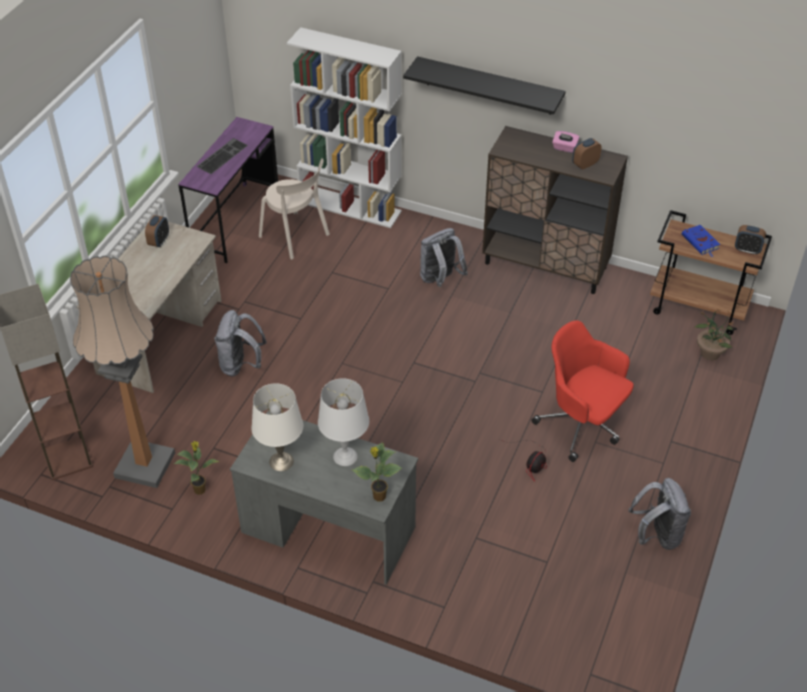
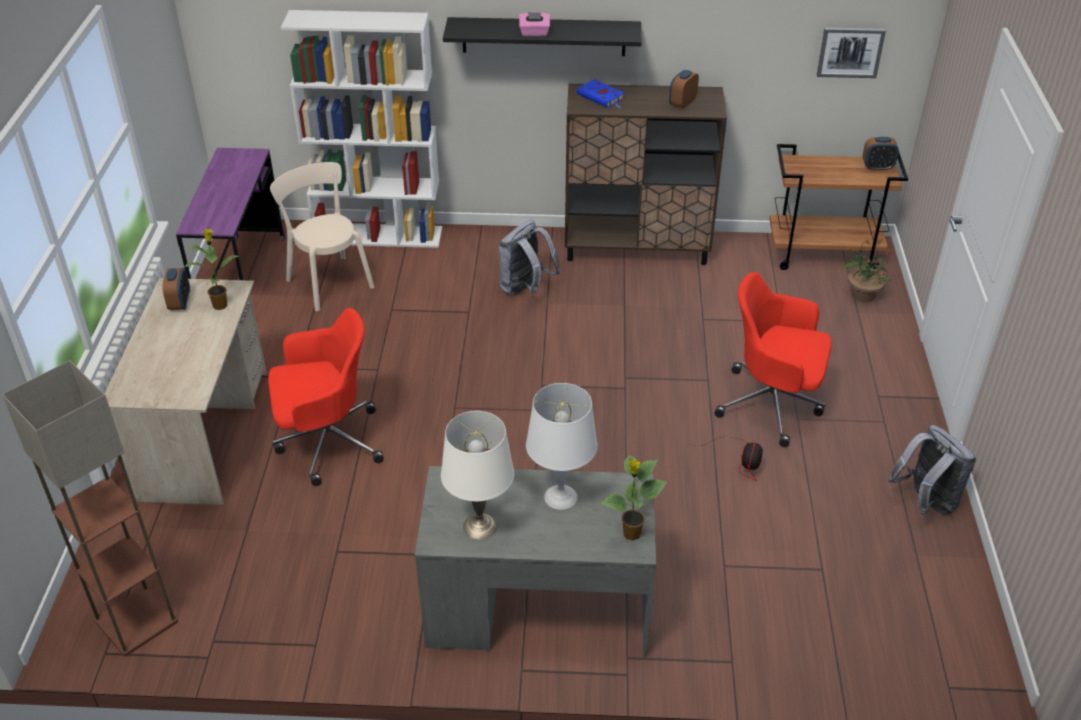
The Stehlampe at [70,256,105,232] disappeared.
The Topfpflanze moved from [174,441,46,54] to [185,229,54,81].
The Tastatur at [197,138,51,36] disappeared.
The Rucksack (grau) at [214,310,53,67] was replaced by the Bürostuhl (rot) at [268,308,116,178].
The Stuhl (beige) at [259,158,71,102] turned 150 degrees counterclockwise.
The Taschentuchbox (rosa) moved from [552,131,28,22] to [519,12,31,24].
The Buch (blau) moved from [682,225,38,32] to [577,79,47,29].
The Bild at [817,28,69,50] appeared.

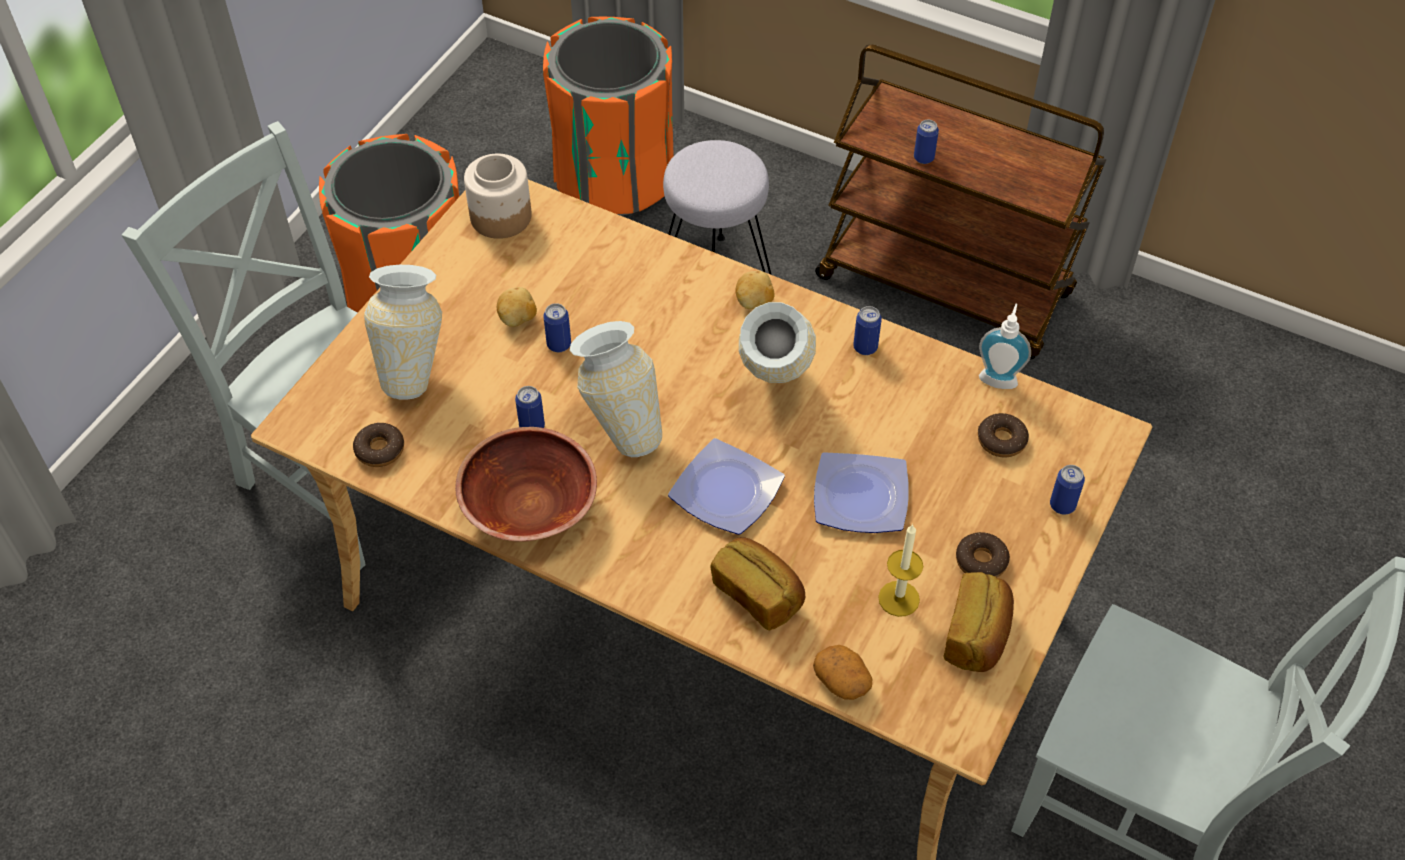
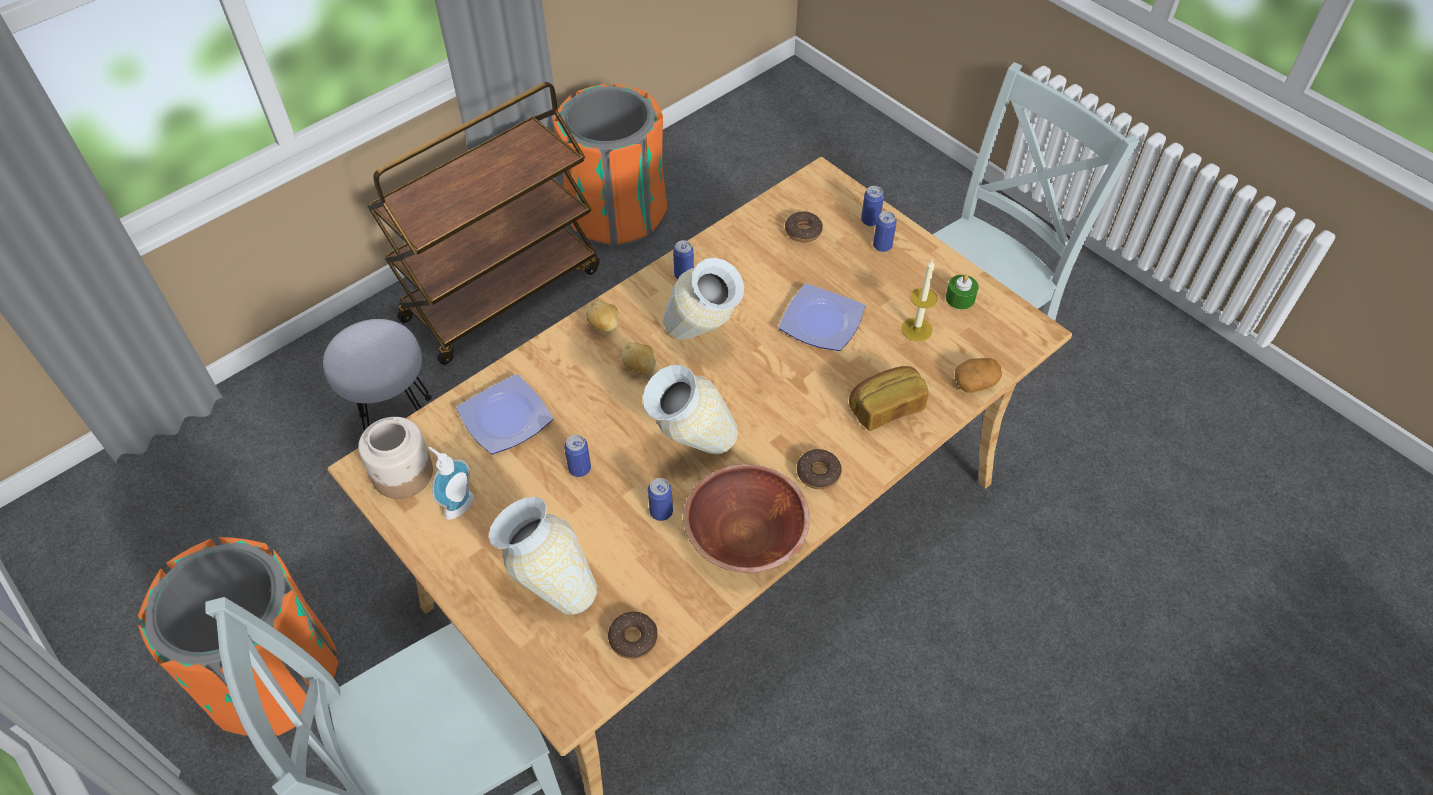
The Kartoffel moved from [497,287,40,40] to [621,342,35,32].
The Mülleimer (orange) moved from [543,17,131,199] to [553,84,114,162].
The Teller moved from [668,438,117,97] to [456,374,97,80].
The Dose moved from [914,120,25,44] to [873,211,24,41].
The Brot at [944,572,70,100] was replaced by the Kerze (grün) at [946,274,33,36].
The Donut moved from [956,532,54,46] to [797,449,45,40].
The Seifenspender moved from [979,304,52,85] to [429,447,45,73].

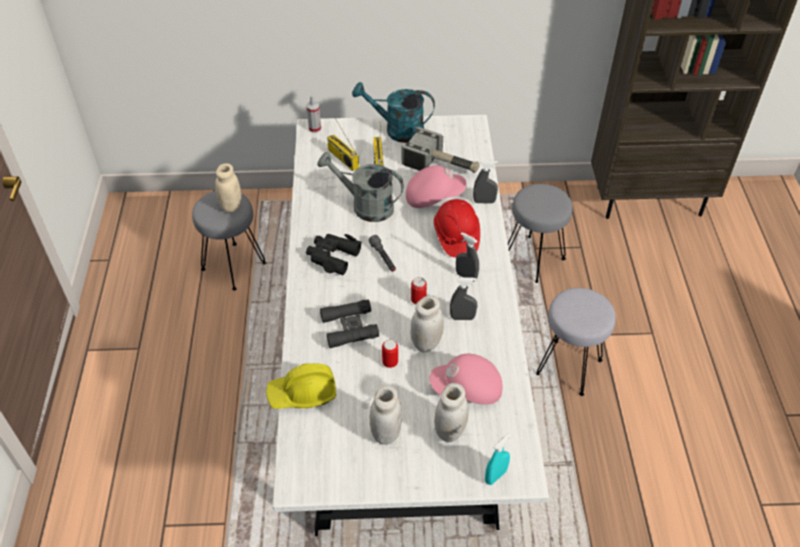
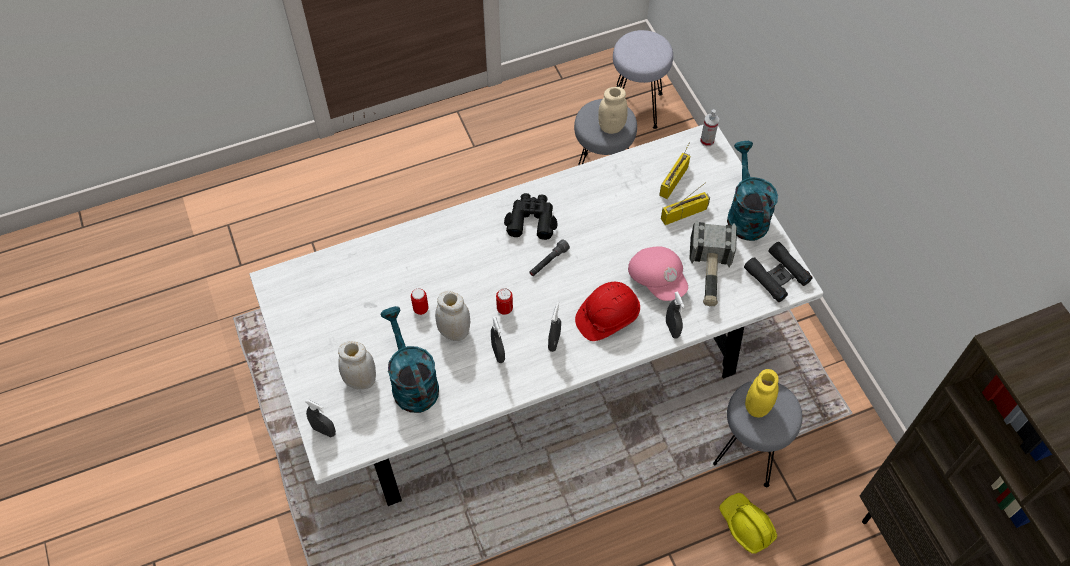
The Schutzhelm (gelb) moved from [266,363,70,46] to [719,493,58,61].
The Gießkanne (grau) at [317,152,87,70] disappeared.
The Fernglas (schwarz) moved from [320,300,59,48] to [744,242,69,60].
The Vorratsglas (weiß) at [370,385,32,60] disappeared.
The Kappe (rosa) at [430,354,73,51] was replaced by the Gießkanne (türkis) at [381,306,58,107].
The Sprühflasche (türkis) at [485,433,26,52] became the Sprühflasche (grau) at [305,399,31,39].
The Hocker (grau) moved from [536,288,80,108] to [613,30,60,99].
The Vorratsglas (gelb) at [745,369,34,48] appeared.

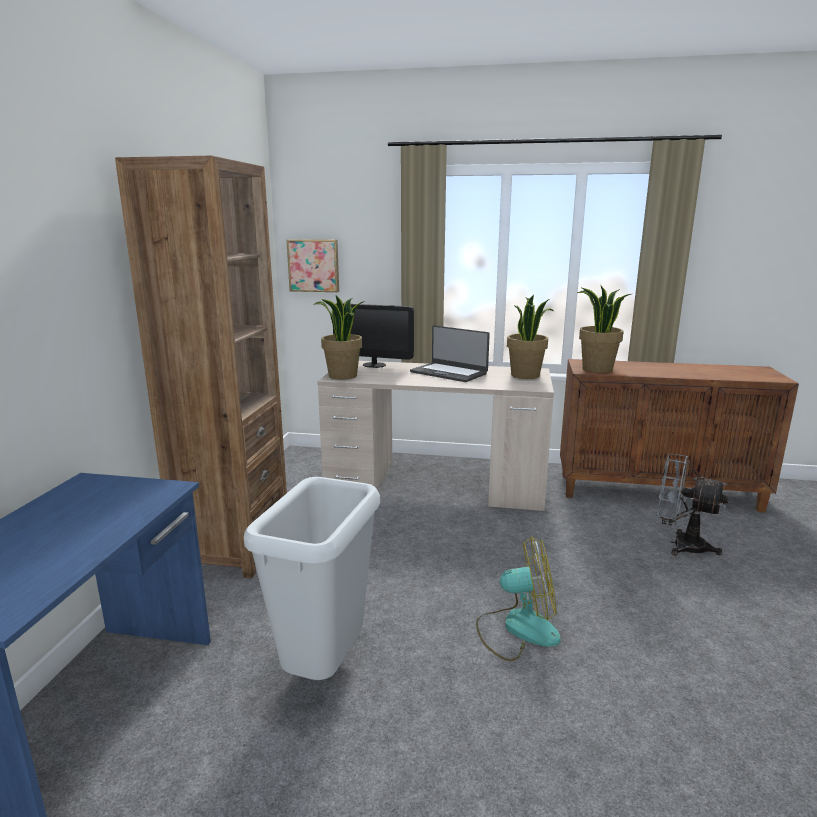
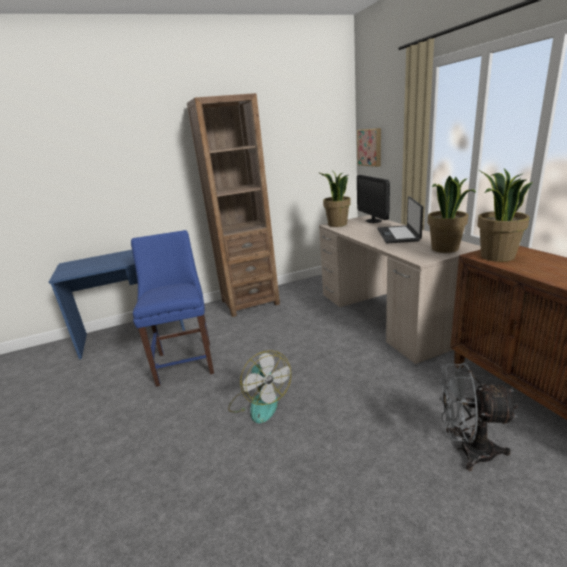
The Mülleimer (grau) at [244,477,136,203] was replaced by the Stuhl (blau) at [131,230,83,157].
The Ventilator (grau) at [657,453,72,103] turned 75 degrees counterclockwise.

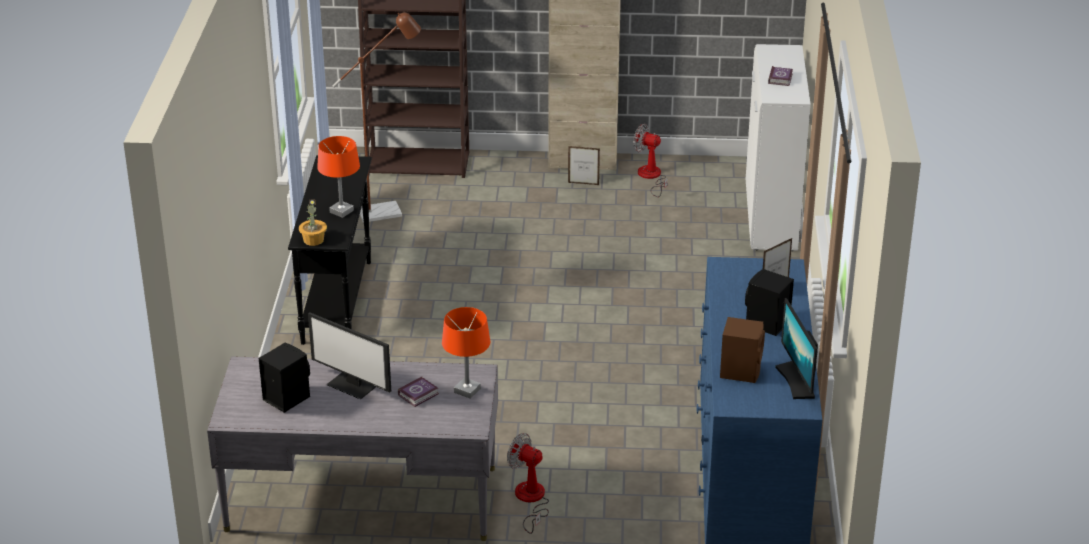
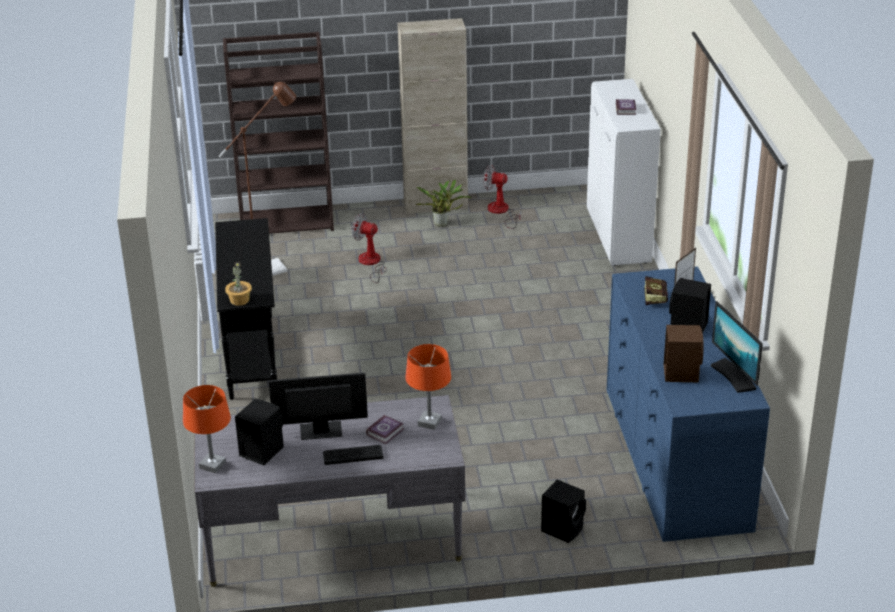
The Monitor at [308,312,83,88] turned 150 degrees clockwise.
The Tischlampe (orange) moved from [317,136,43,82] to [183,385,48,89].
The Ventilator moved from [507,433,42,101] to [352,213,35,70].
The Bilderrahmen at [568,146,32,39] was replaced by the Topfpflanze at [416,180,57,47].
The Tastatur at [323,445,61,20] appeared.
The Lautsprecher (schwarz) at [541,480,45,63] appeared.
The Buch at [644,276,24,29] appeared.

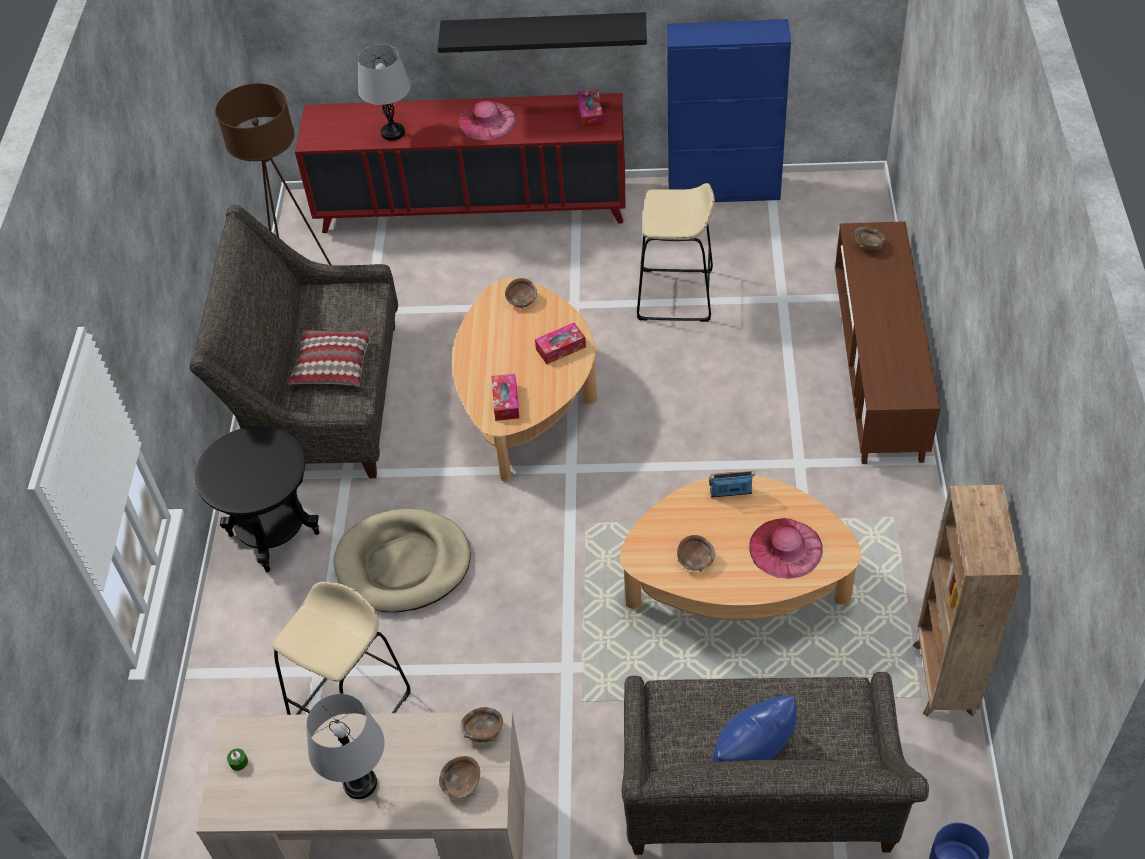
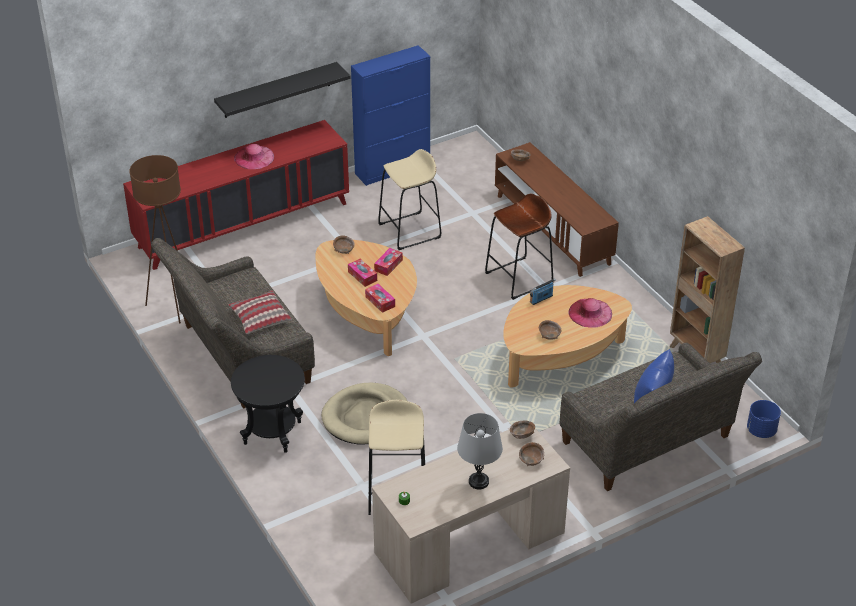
The Tischlampe (grau) at [358,44,53,97] disappeared.
The Taschentuchbox moved from [577,90,26,39] to [348,259,29,28].
The Hocker (braun) at [485,194,68,106] appeared.

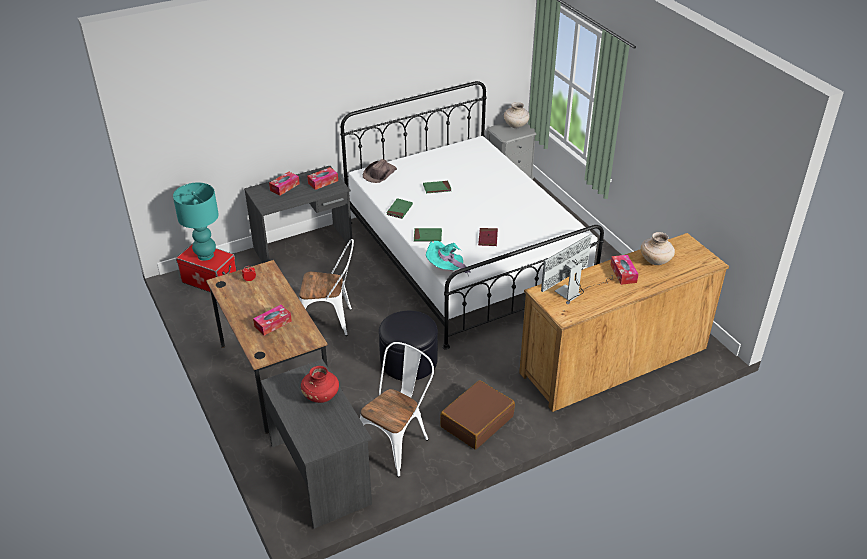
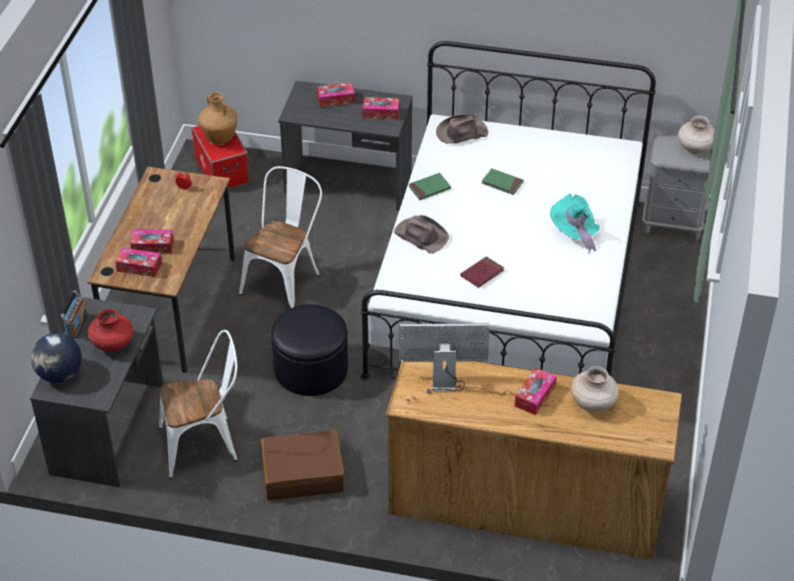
The Tischlampe (türkis) at [173,183,46,78] was replaced by the Vase (braun) at [199,93,39,51].
The Stuhl (weiß) at [299,239,55,97] turned 105 degrees counterclockwise.
The Buch (grün) at [414,228,28,13] was replaced by the Hut (braun) at [394,215,55,38].
The Hut (türkis) moved from [426,241,44,35] to [550,193,50,61].
The Globus at [31,333,51,50] appeared.
The Radio at [61,290,27,49] appeared.
The Taschentuchbox at [115,247,47,30] appeared.

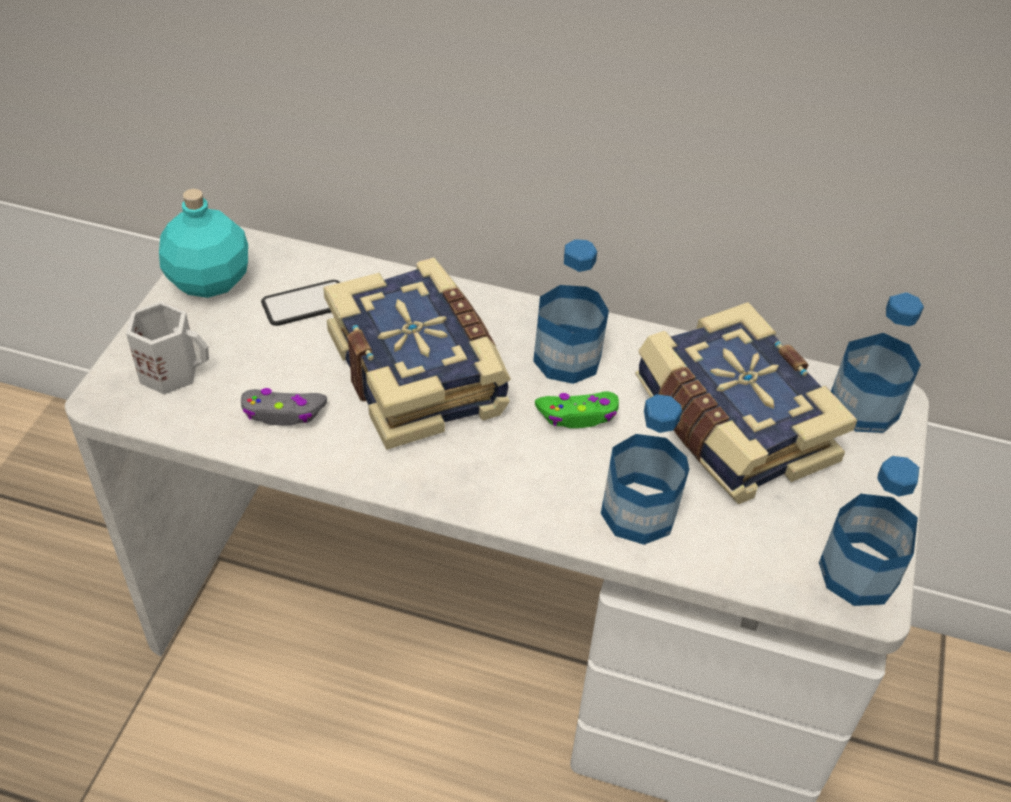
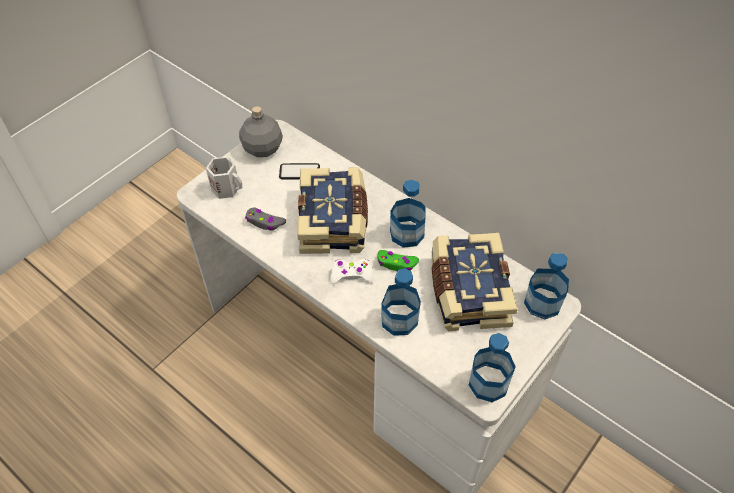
The Flasche (türkis) at [159,189,89,109] became the Flasche (grau) at [239,106,44,51].
The Gamepad (weiß) at [331,259,42,25] appeared.

